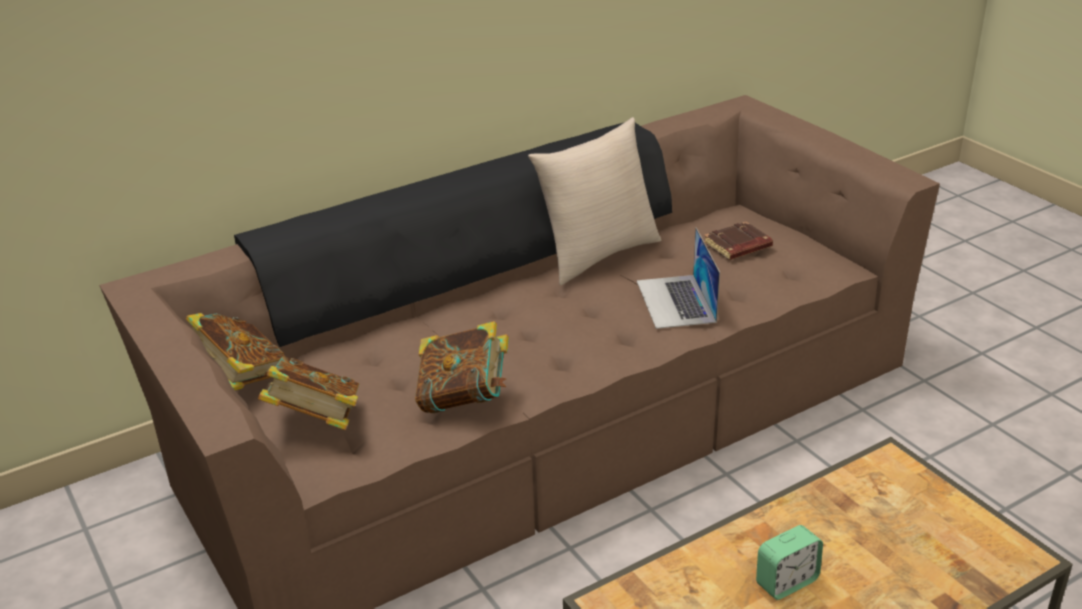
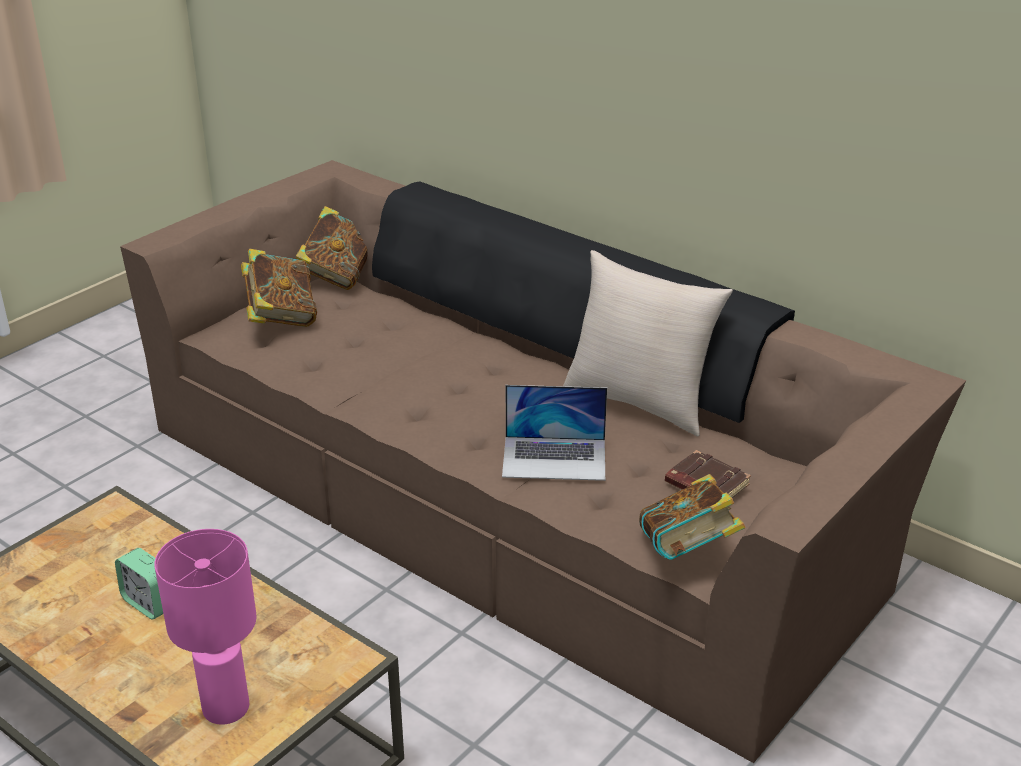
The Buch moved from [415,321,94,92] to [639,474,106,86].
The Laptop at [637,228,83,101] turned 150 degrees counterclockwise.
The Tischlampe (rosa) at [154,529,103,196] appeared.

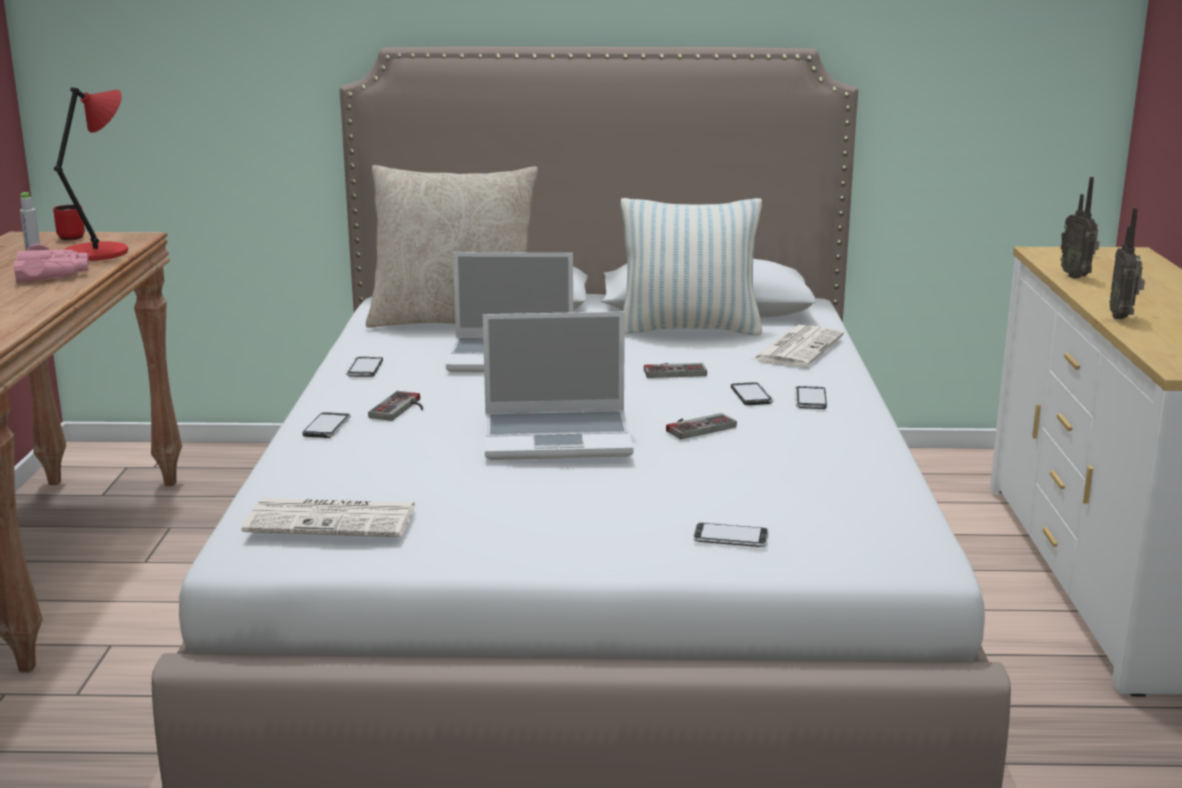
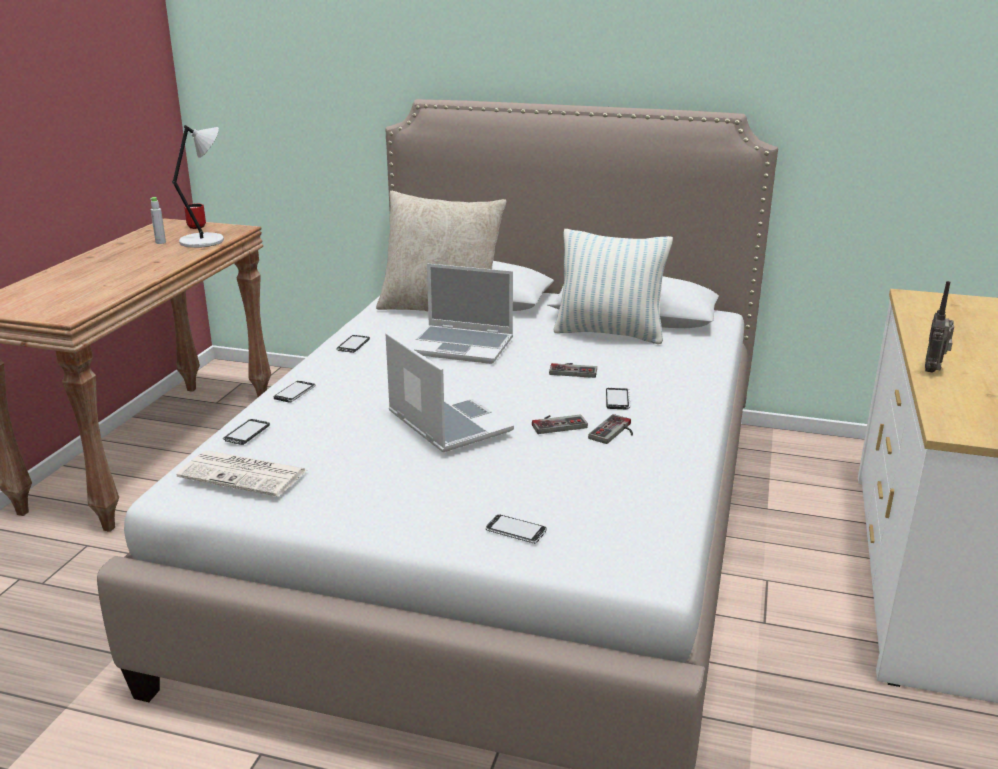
The Fernglas (rosa) at [13,244,76,38] disappeared.
The Tischlampe (rot) at [54,87,74,174] became the Tischlampe (grau) at [172,125,52,123].
The Gamepad moved from [368,391,55,30] to [588,414,45,30].
The Laptop at [483,312,151,148] turned 135 degrees counterclockwise.
The Zeitung at [751,325,93,42] disappeared.
The Handy moved from [795,386,32,23] to [223,419,47,26].
The Radio at [1061,177,38,102] disappeared.

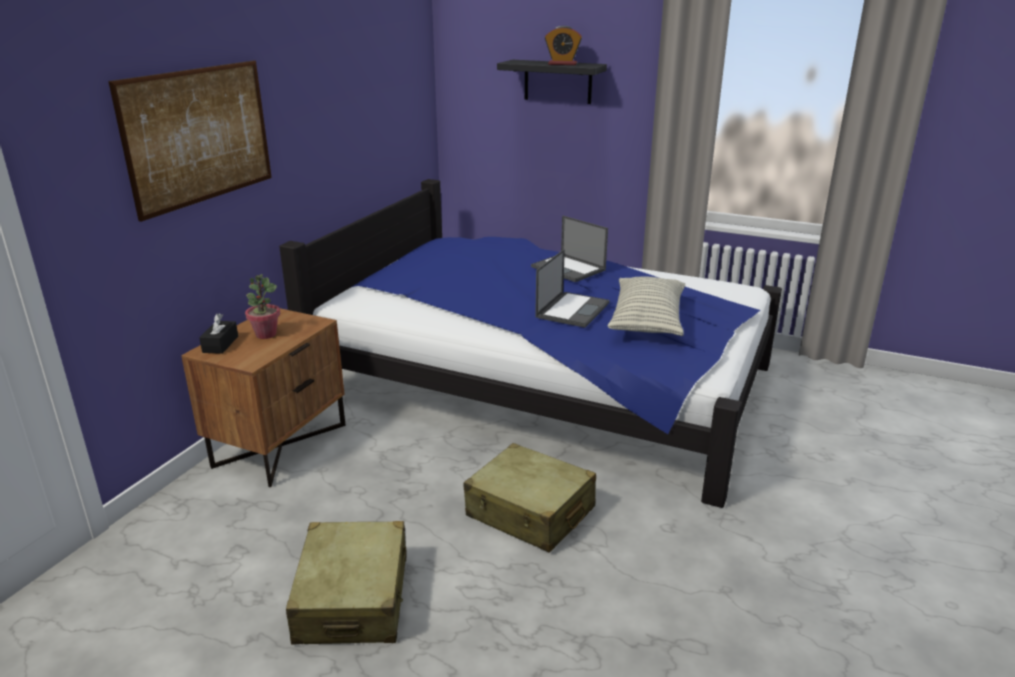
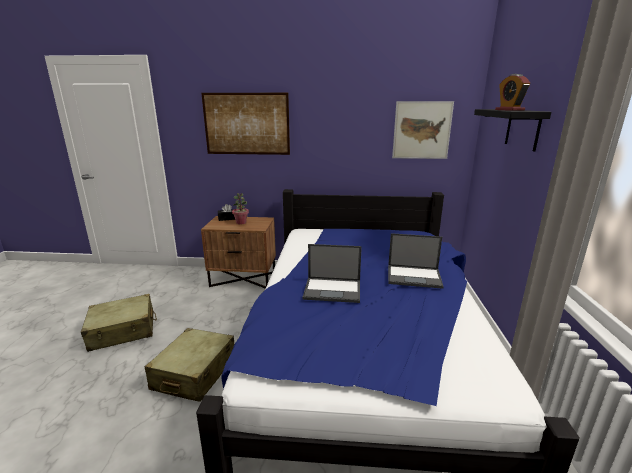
The Laptop at [531,216,77,66] turned 105 degrees counterclockwise.
The Kissen at [608,276,77,60] disappeared.
The Bild at [392,101,62,58] appeared.

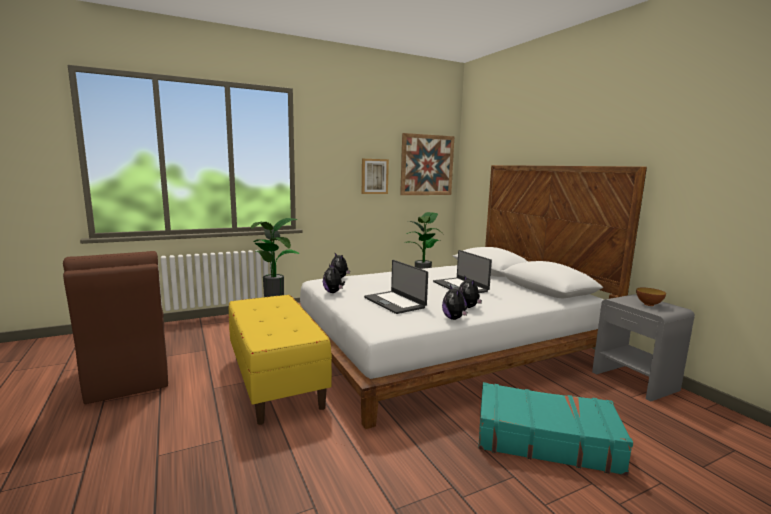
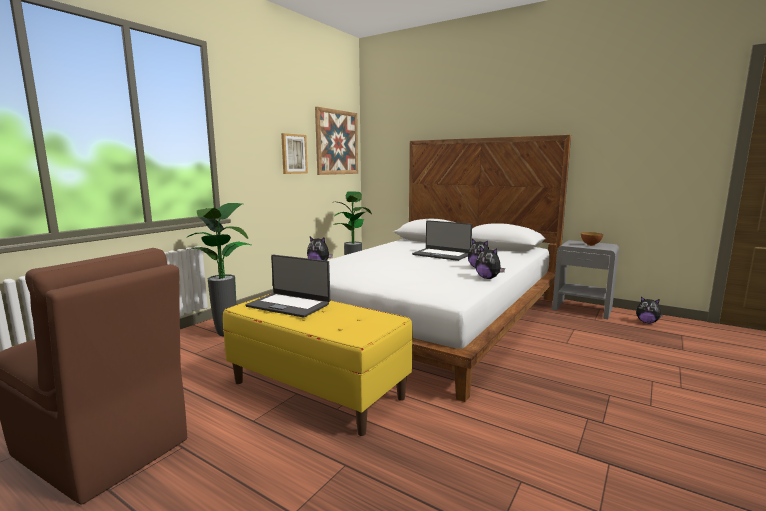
The Plüschtier moved from [323,264,22,29] to [636,296,27,27].
The Laptop moved from [364,260,64,54] to [245,255,85,63].
The Koffer (türkis) at [478,382,155,94] disappeared.

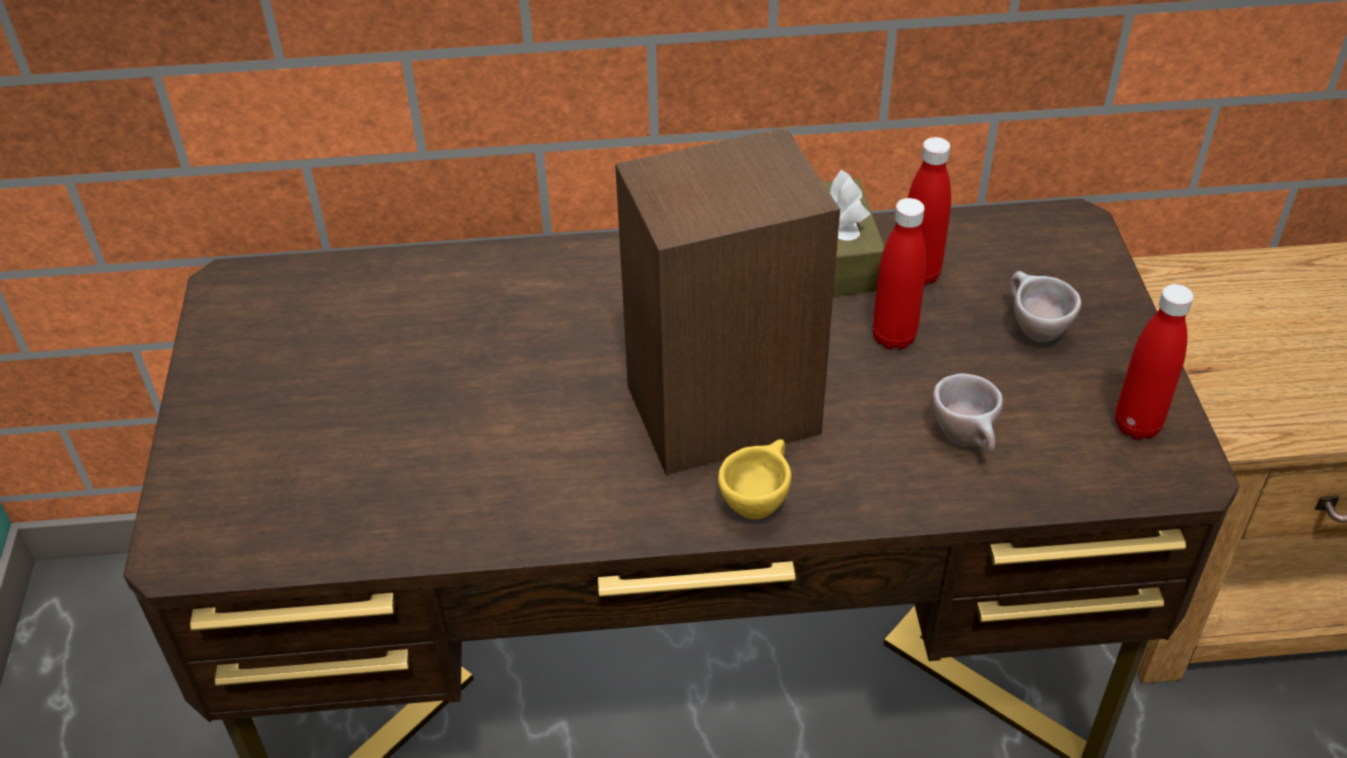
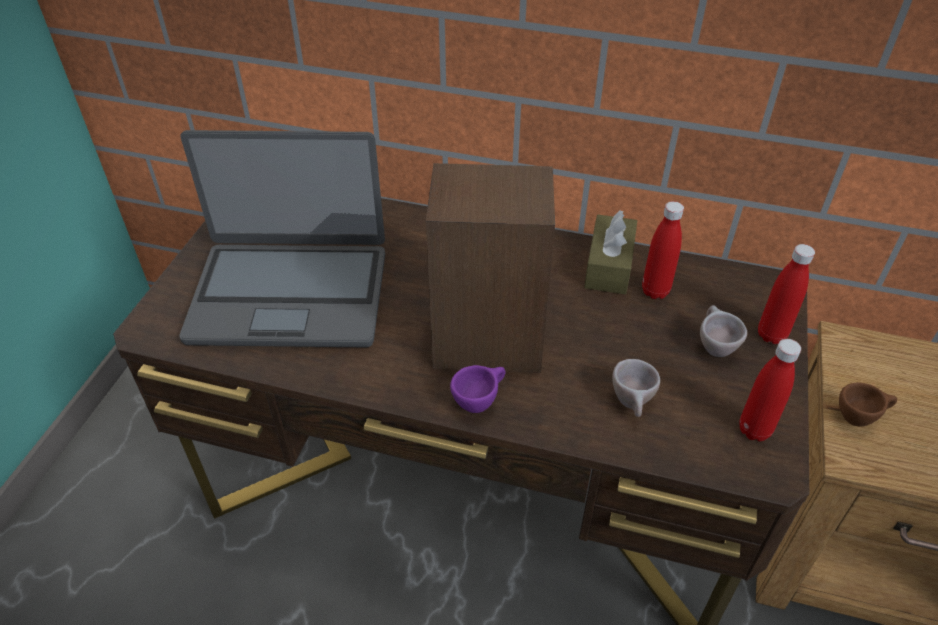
The Tasse (gelb) at [718,439,73,80] became the Tasse (lila) at [450,365,56,48].
The Flasche (rot) moved from [872,198,54,151] to [758,244,57,100].
The Laptop at [179,130,206,217] appeared.
The Tasse (braun) at [839,382,58,45] appeared.

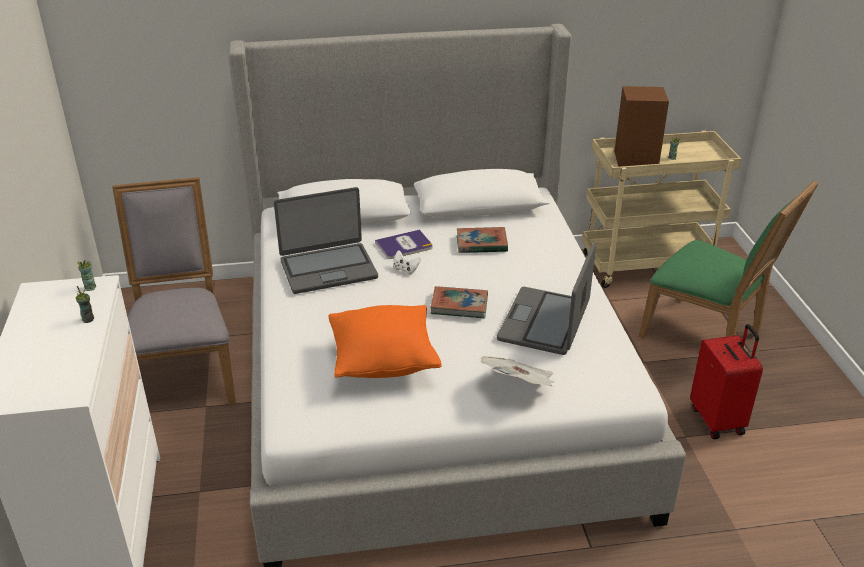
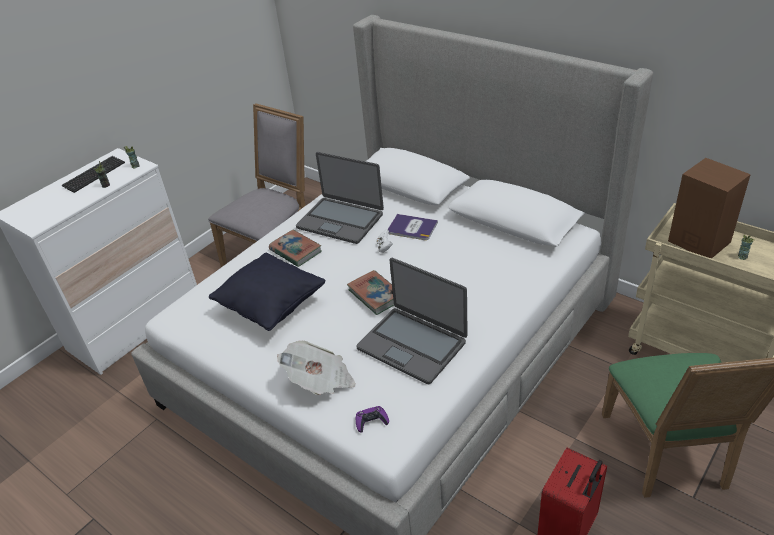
The Kissen (orange) at [329,305,113,73] became the Kissen (schwarz) at [209,253,116,78].
The Buch moved from [457,227,51,26] to [269,230,53,37].
The Laptop at [497,242,99,113] turned 120 degrees counterclockwise.
The Tastatur at [61,156,64,37] appeared.
The Gamepad (lila) at [356,406,33,26] appeared.

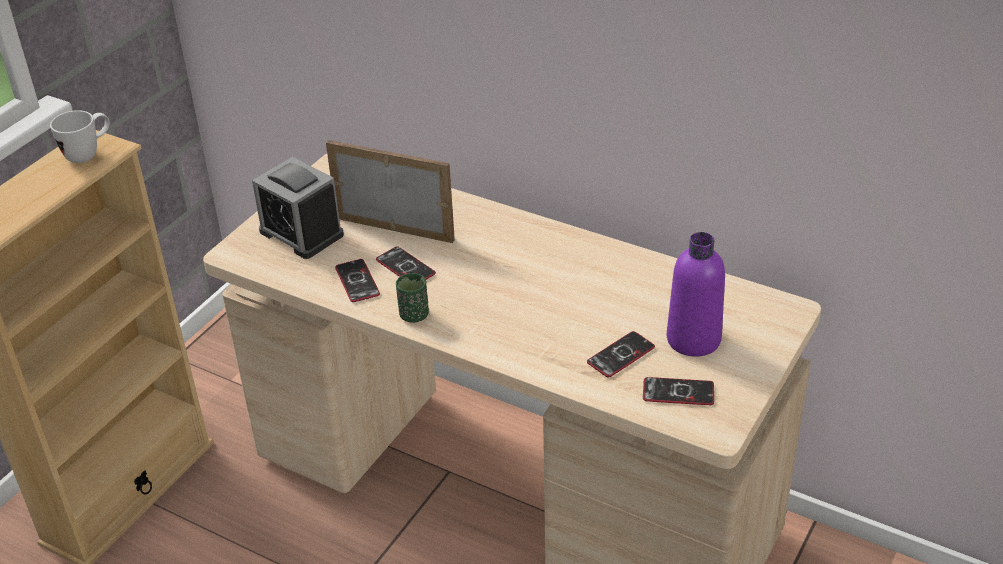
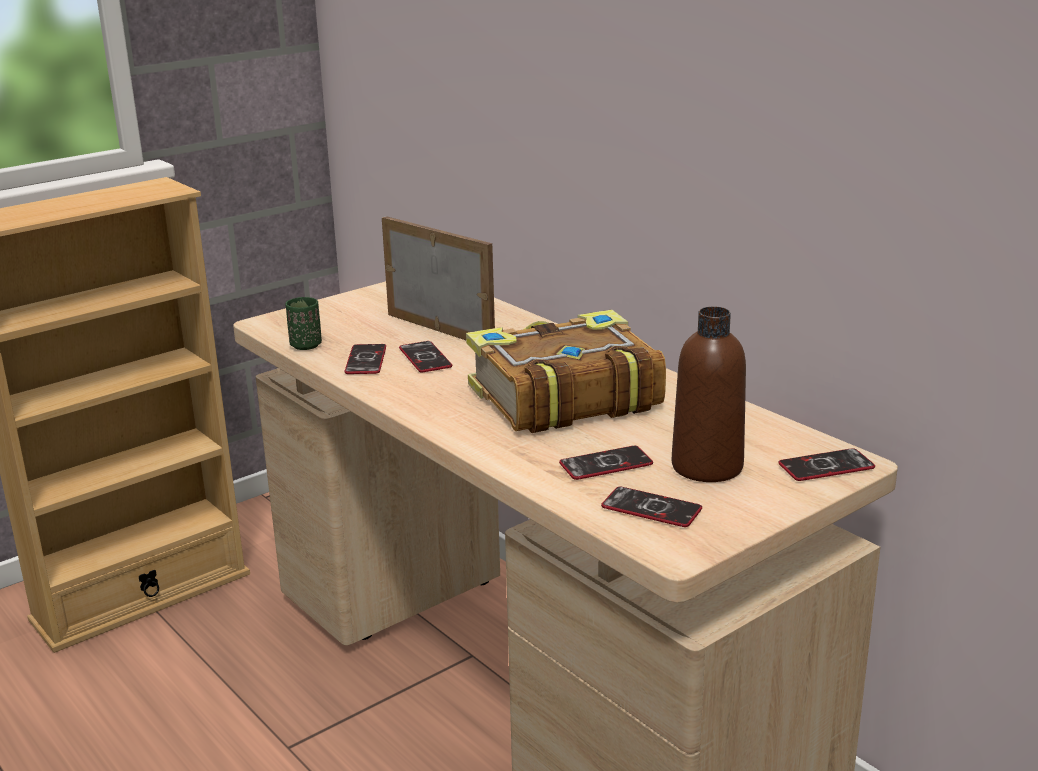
The Henkelbecher (weiß) at [50,110,60,53] disappeared.
The Wecker at [252,157,92,102] disappeared.
The Tasse (grün) moved from [396,273,33,50] to [286,297,36,53].
The Flasche (lila) at [667,232,58,125] became the Flasche (braun) at [672,307,74,175].
The Buch at [466,309,200,124] appeared.
The Handy at [778,448,97,33] appeared.

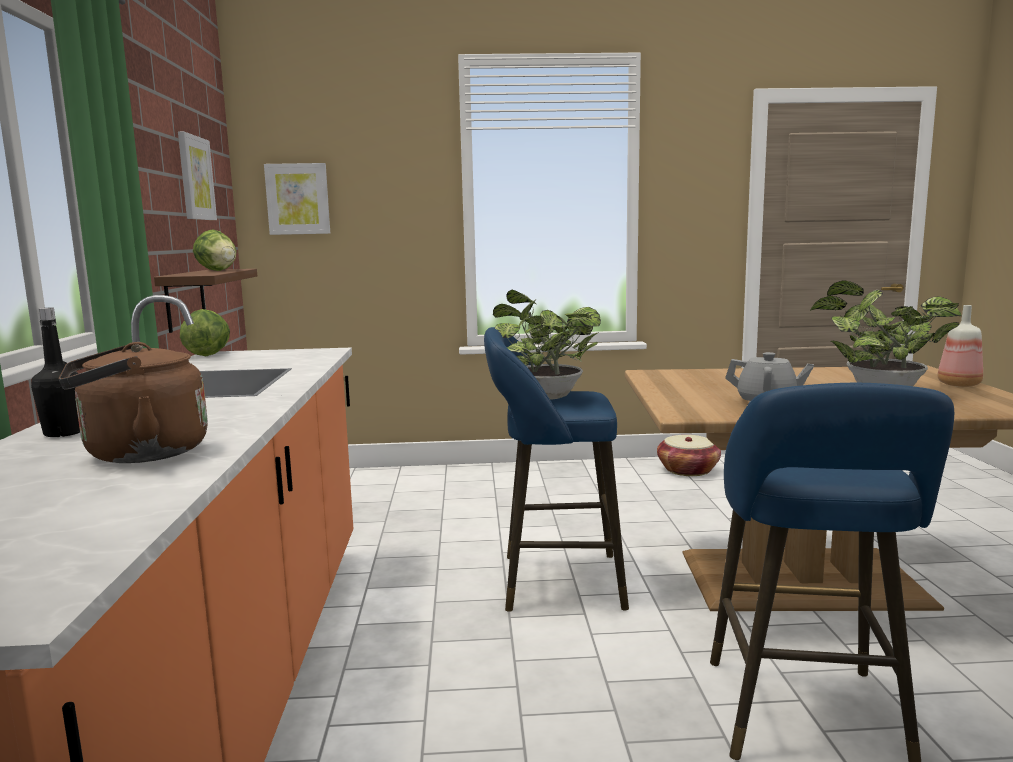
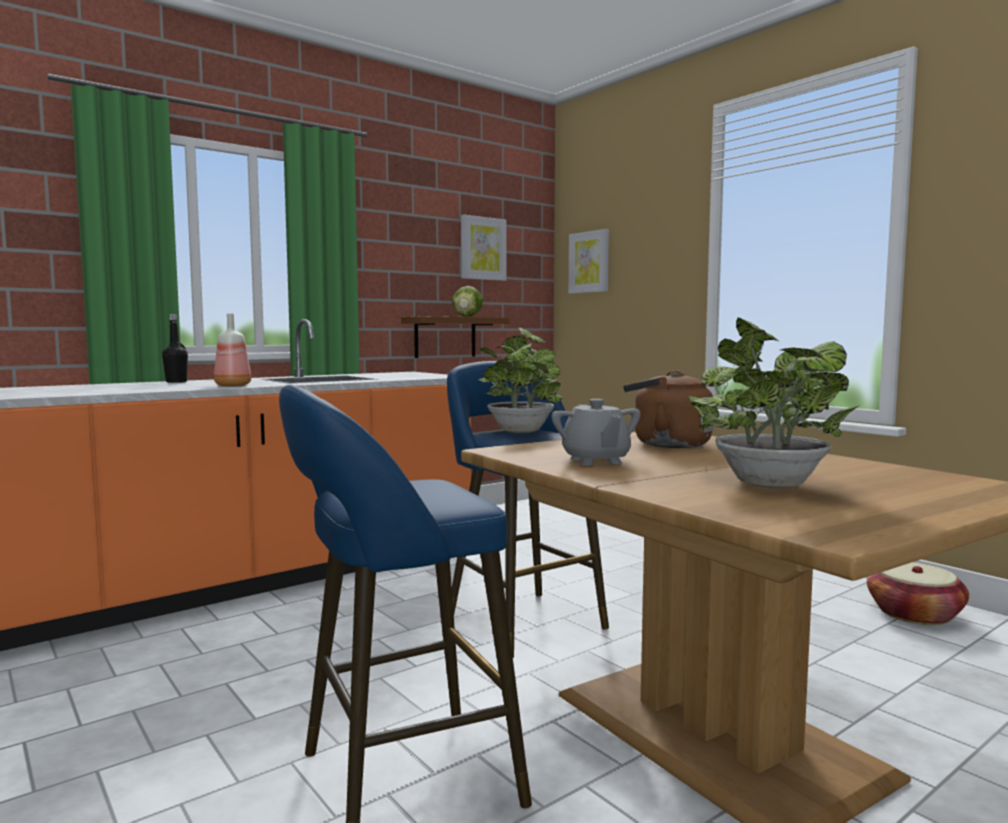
The Wasserkessel (braun) moved from [59,342,149,121] to [623,370,90,78].
The Salatkopf at [180,309,50,47] disappeared.
The Flasche moved from [938,305,45,82] to [214,313,37,74].

